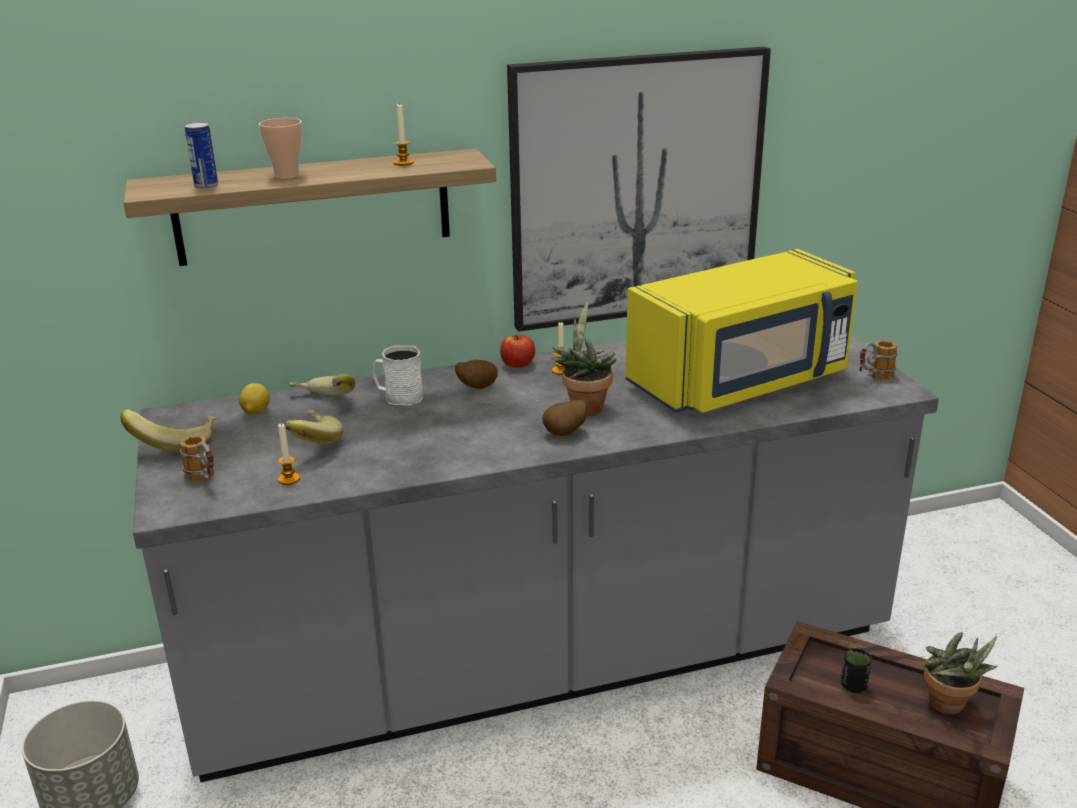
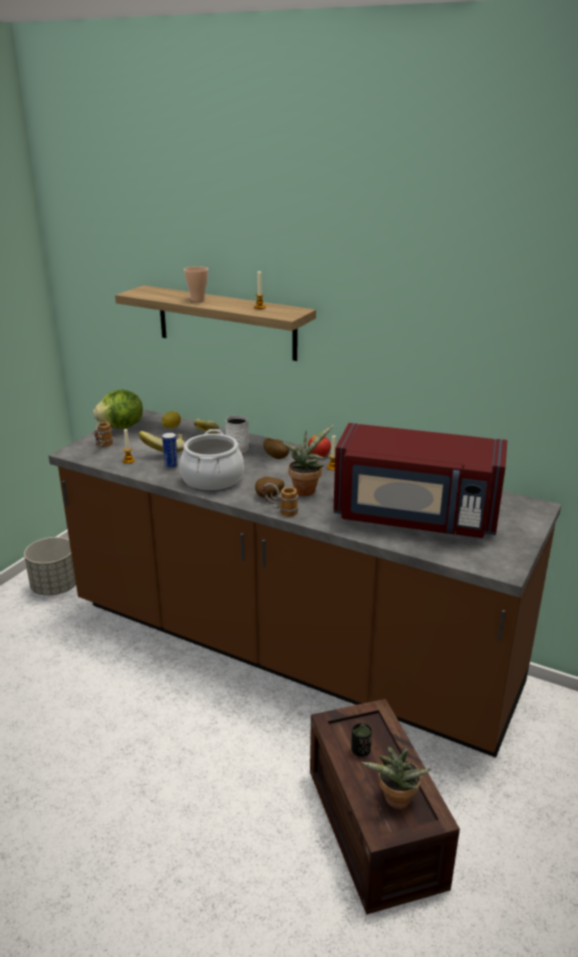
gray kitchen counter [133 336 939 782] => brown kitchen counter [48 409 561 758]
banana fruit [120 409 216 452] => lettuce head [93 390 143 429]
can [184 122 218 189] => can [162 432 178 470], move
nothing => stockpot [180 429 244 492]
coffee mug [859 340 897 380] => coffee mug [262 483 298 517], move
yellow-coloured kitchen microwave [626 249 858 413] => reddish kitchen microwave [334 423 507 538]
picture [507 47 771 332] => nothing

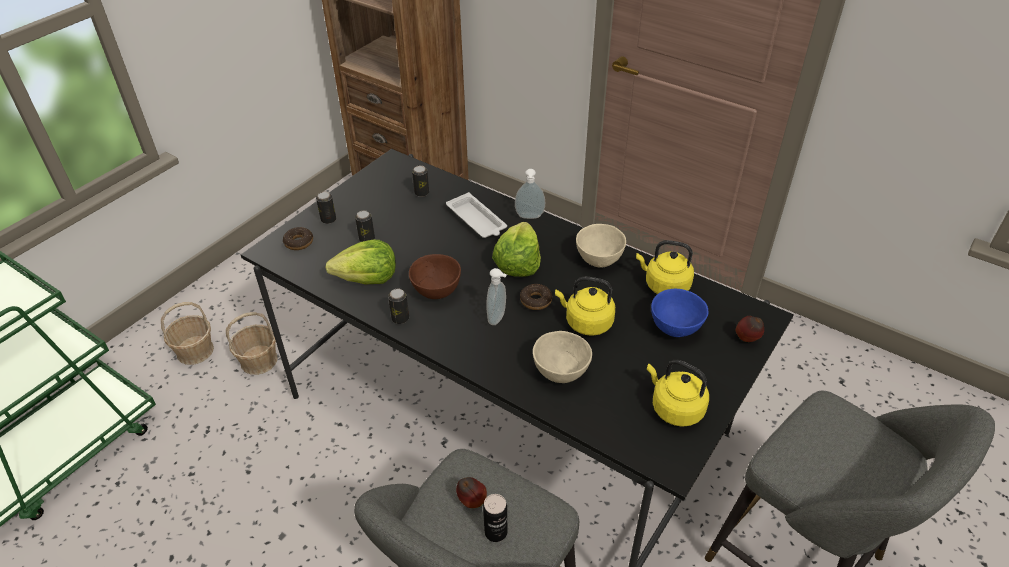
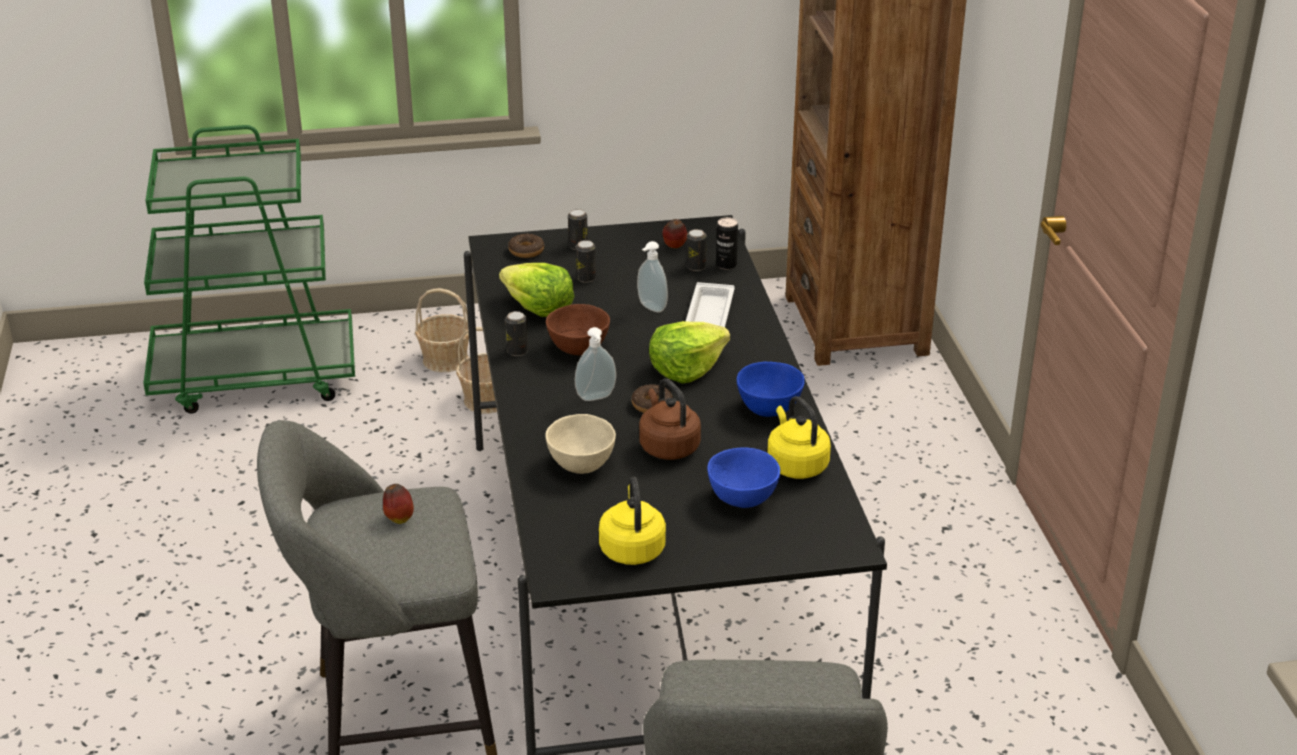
liquid soap bottle [515 169 545 219] => liquid soap bottle [637 241 668 313], move
yellow-coloured water kettle [555 276 615 336] => brown water kettle [639 379 701 460]
apple [735 316 764 342] => apple [662 219 687 248], move
can [483 494 507 542] => can [716 217 738 270], move
beige deep dish [576 224 626 268] => blue deep dish [737 362 805 417]

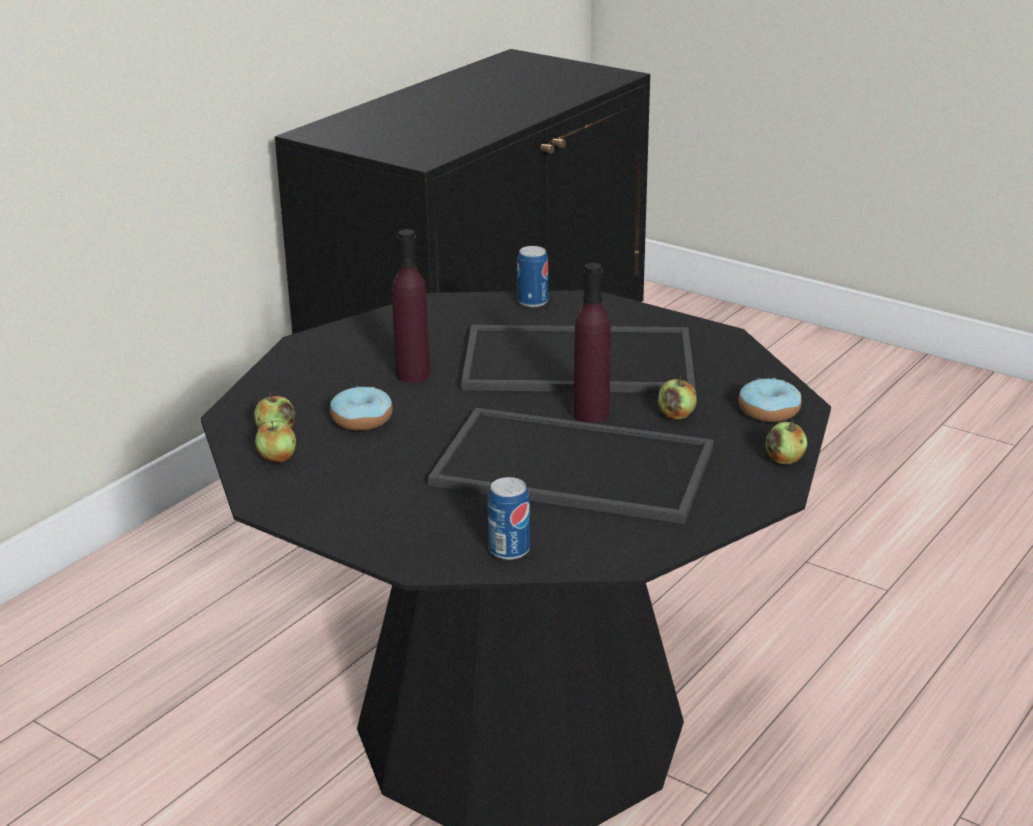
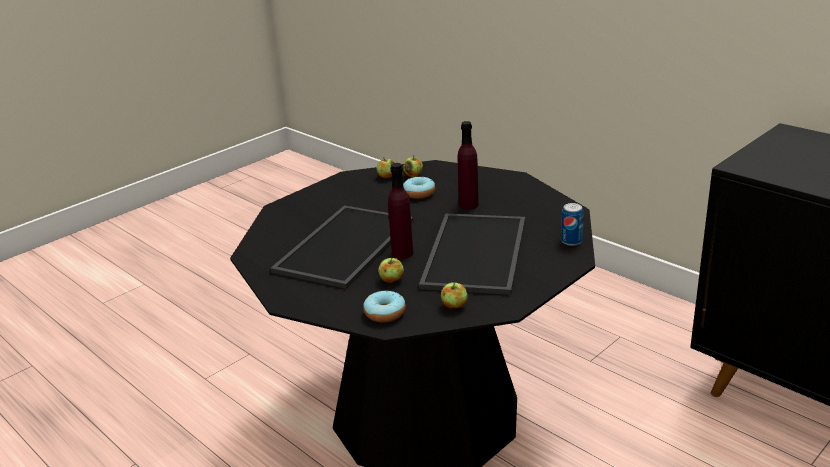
apple [766 420 807 465] => apple [441 282 468 309], move
can [488 477 530 560] => nothing

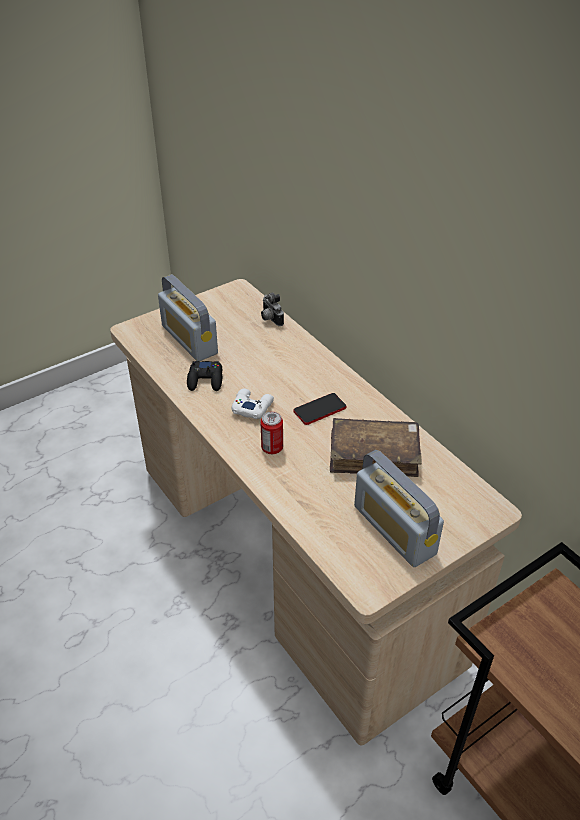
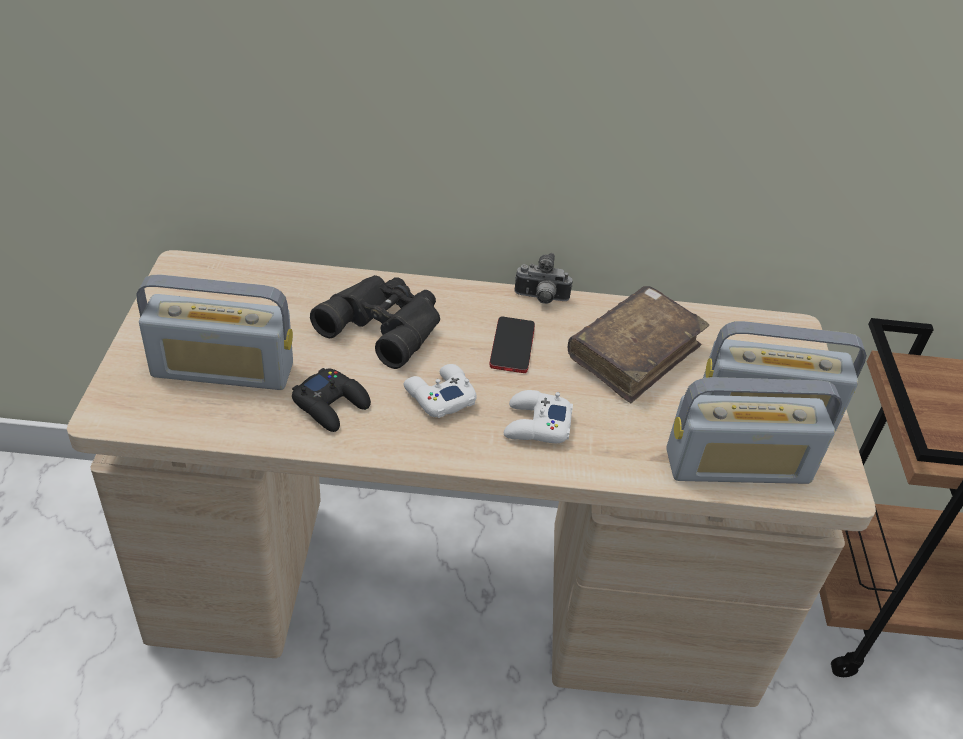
nothing => black pair of binoculars [310 275 440 369]
can [260 412 283 454] => white joypad [504 390 573 443]
photo camera [261 292 284 326] => photo camera [515 253 573 304], move
nothing => radio receiver [667 377 842 484]

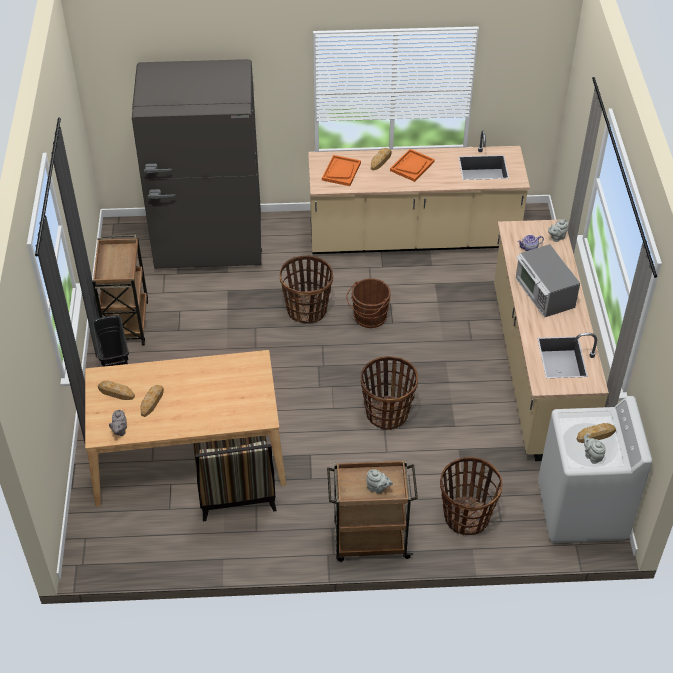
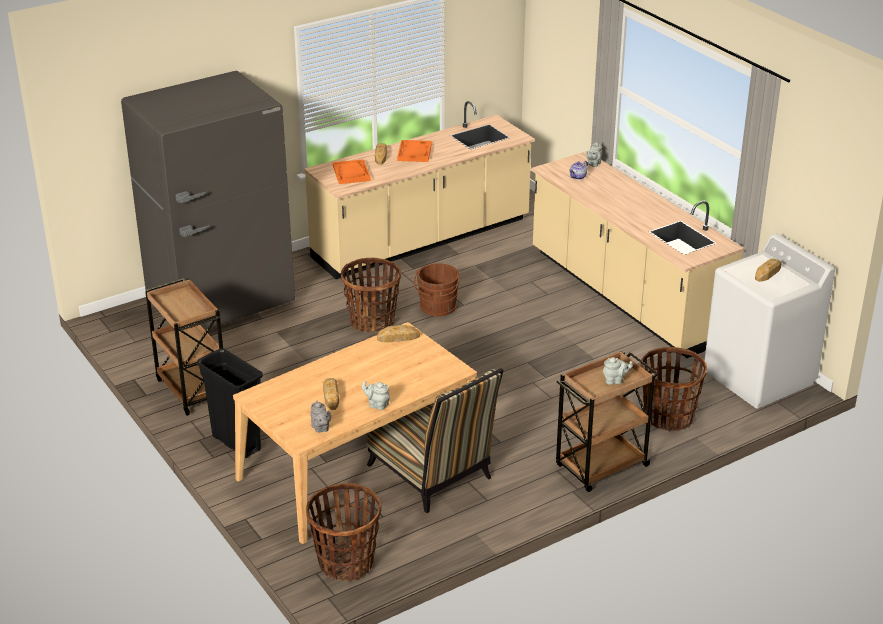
storage basket [361 356 418 430] => storage basket [306 483 381 581], move
gray tea pot [584 433 606 464] => gray tea pot [361 381 390 410], move
bakery bread [98 381 135 400] => bakery bread [377 325 420 343], move
kitchen microwave [516 244 580 318] => nothing

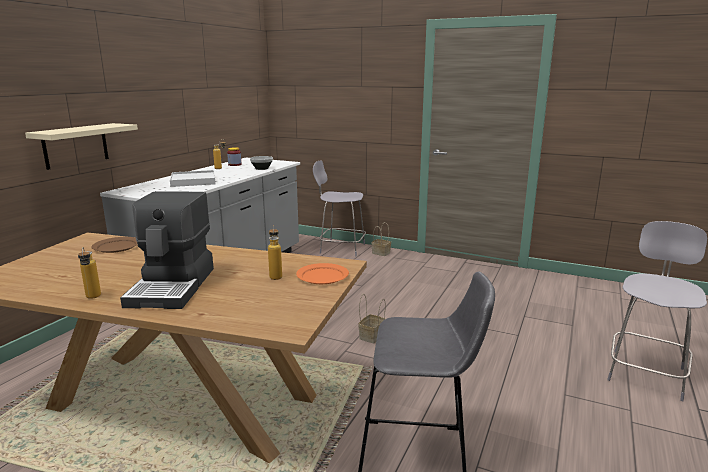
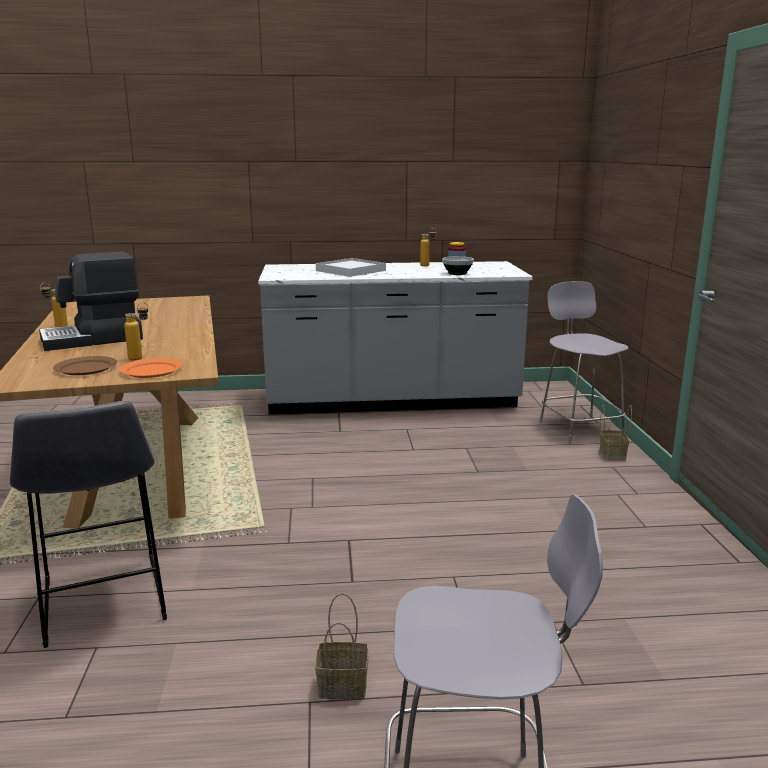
brown plate [91 237 138 253] => brown plate [53 356 117 375], move
storage basket [358 294 386 343] => storage basket [316 593 368 699], move
beige shelf [25 123 138 170] => nothing

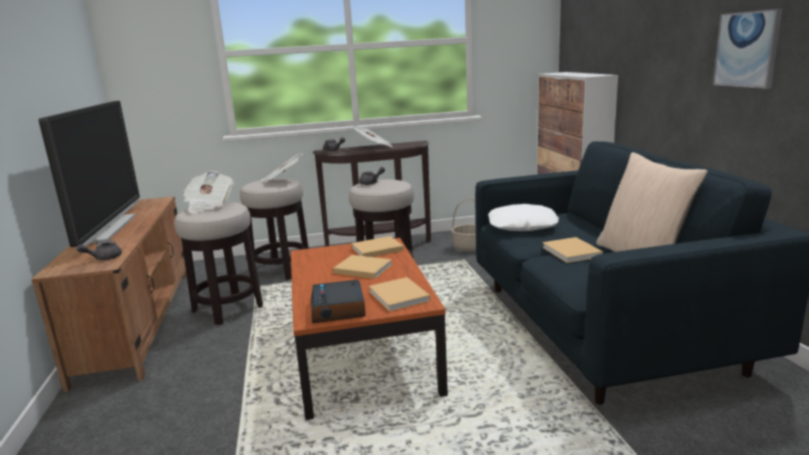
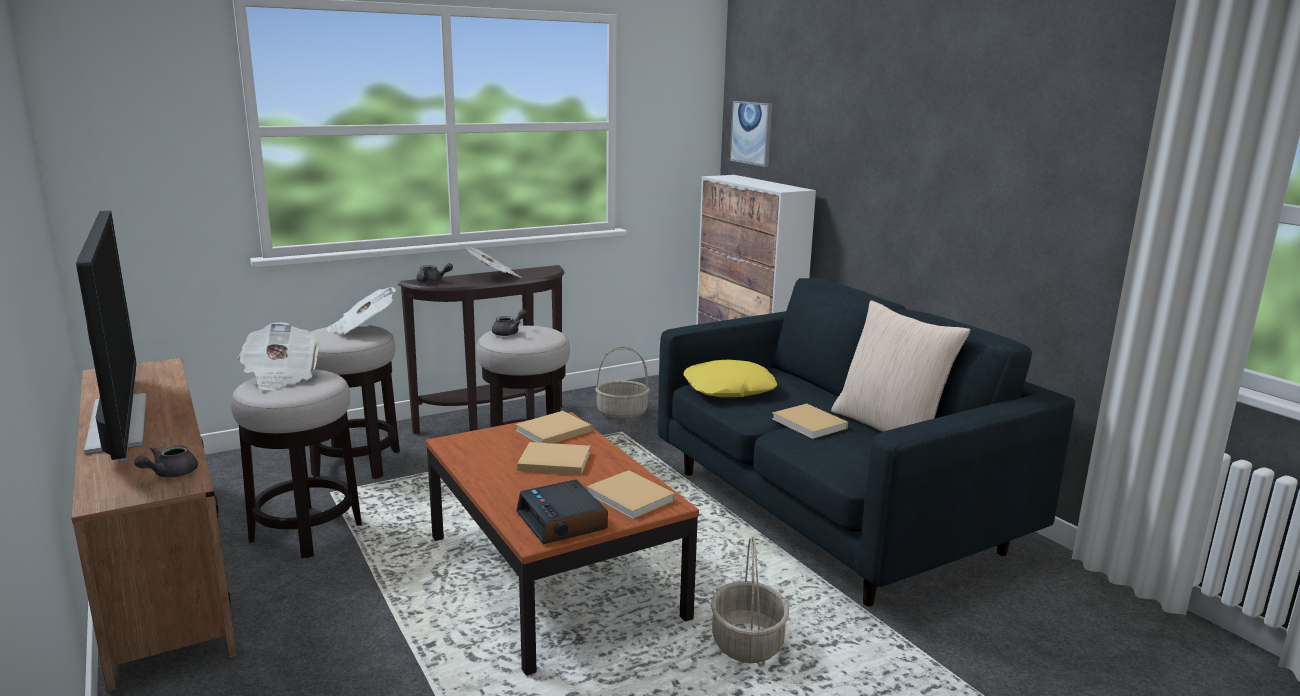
white throw pillow [488 204 559 231] => yellow-coloured throw pillow [683 359 777 397]
nothing => storage basket [711 536 789 663]
picture [713 9 782 89] => picture [730 101 772 167], move

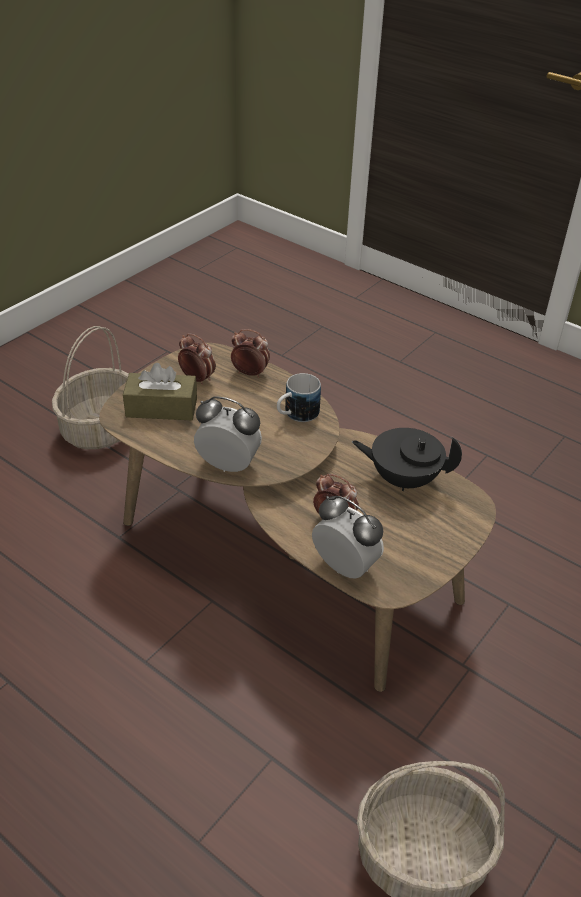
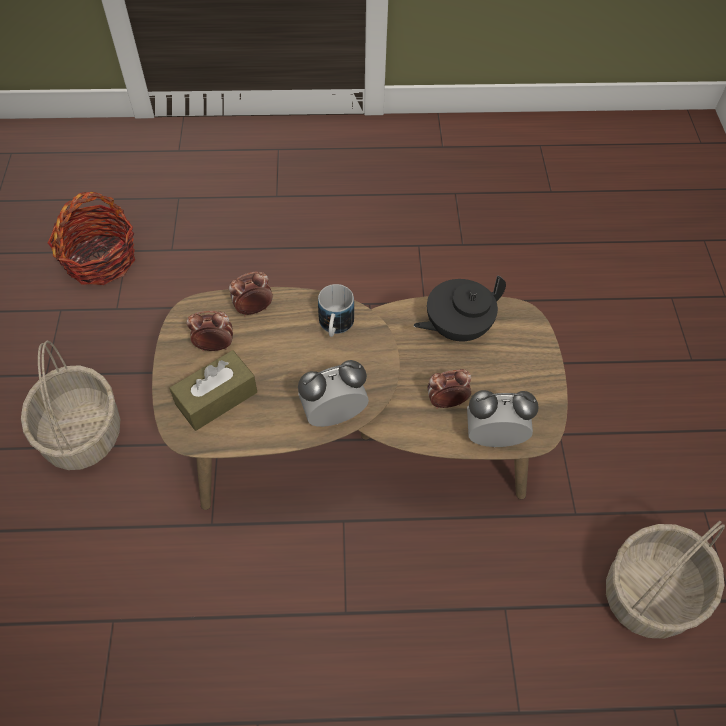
nothing => storage basket [47 192 135 285]

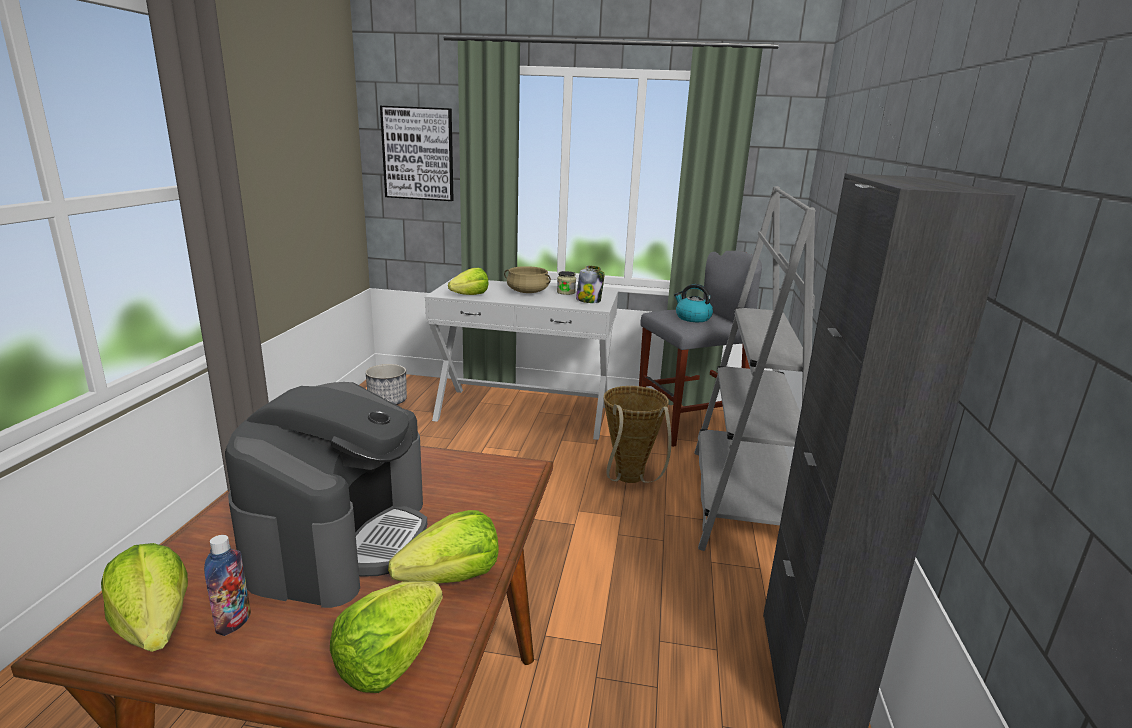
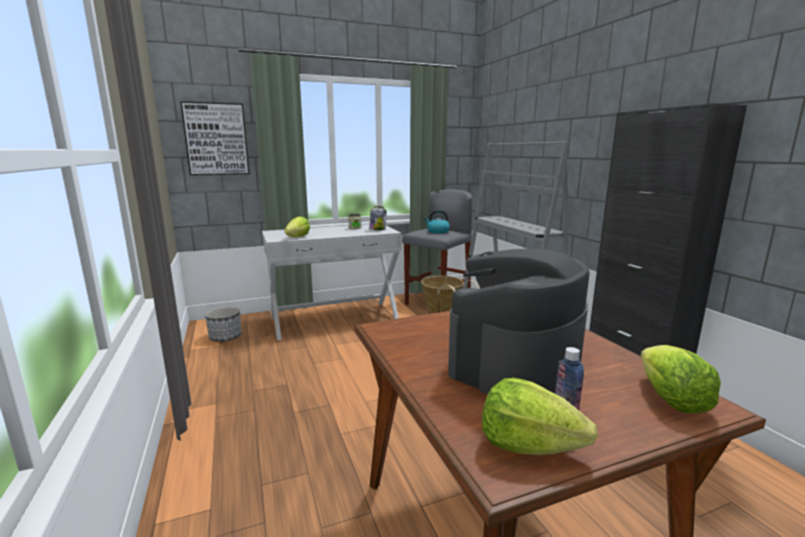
coffee machine [225 382 427 608] => coffee machine [448 249 590 394], 120 degrees counterclockwise
lettuce head [388 510 499 584] => nothing
beige stockpot [504 266 551 293] => nothing

